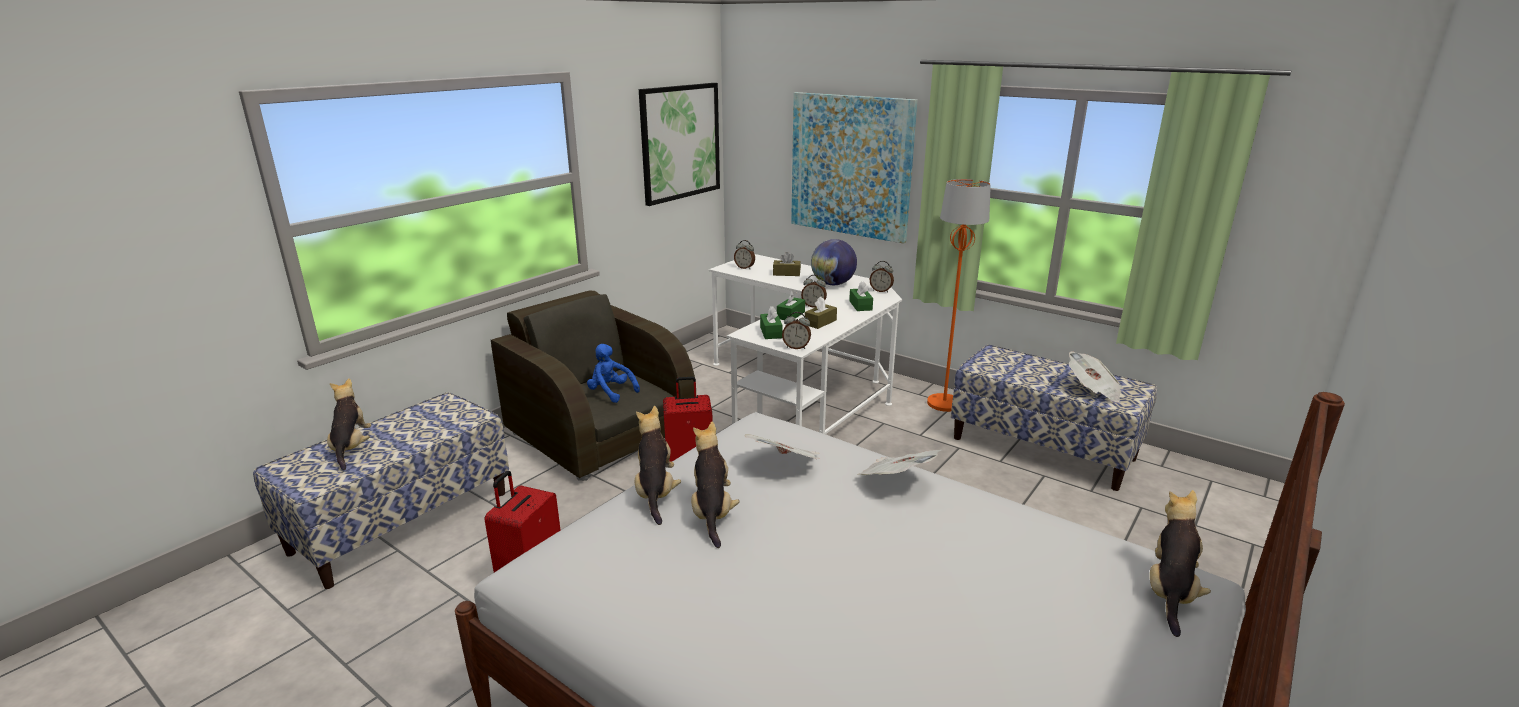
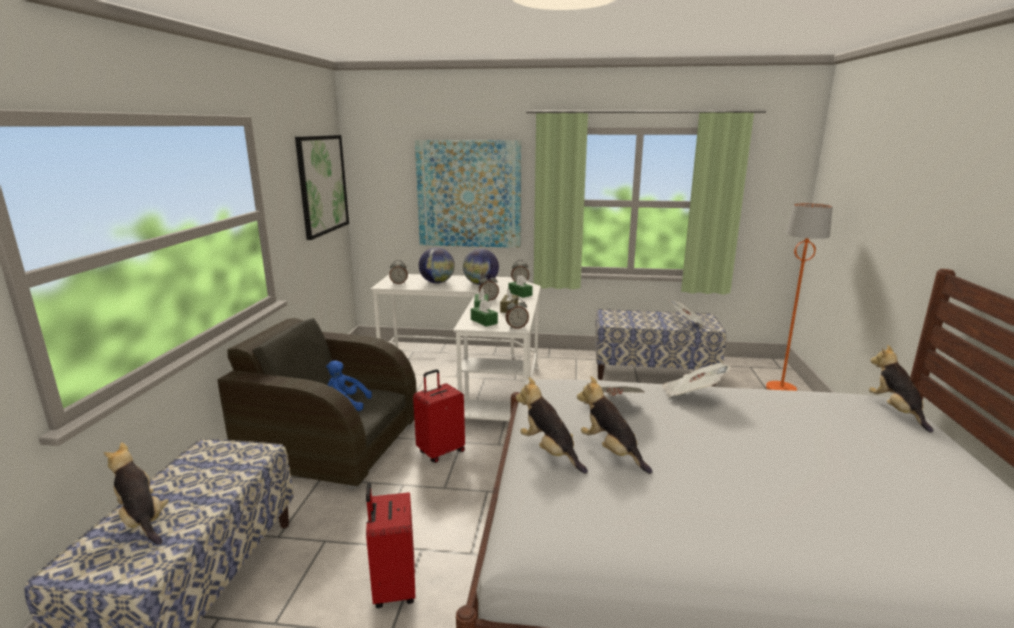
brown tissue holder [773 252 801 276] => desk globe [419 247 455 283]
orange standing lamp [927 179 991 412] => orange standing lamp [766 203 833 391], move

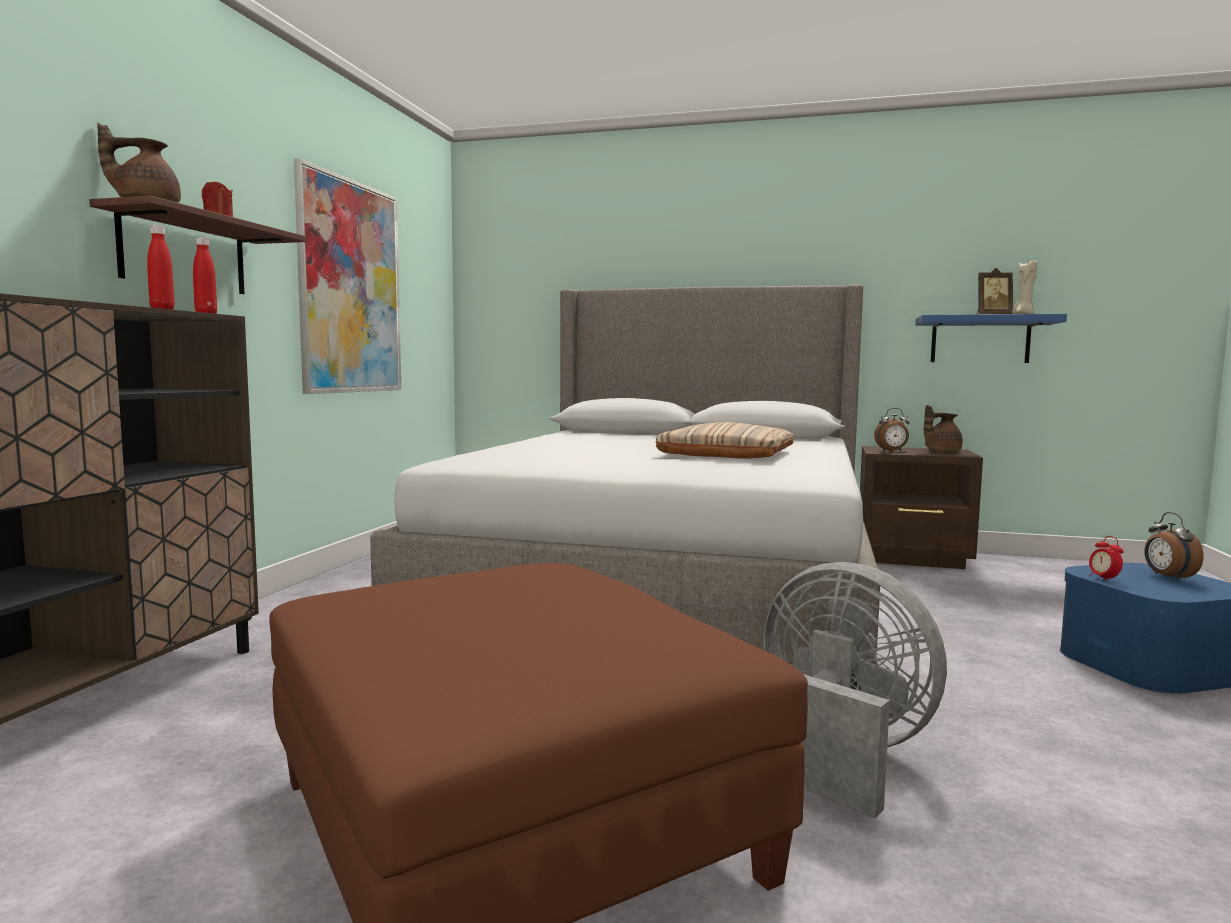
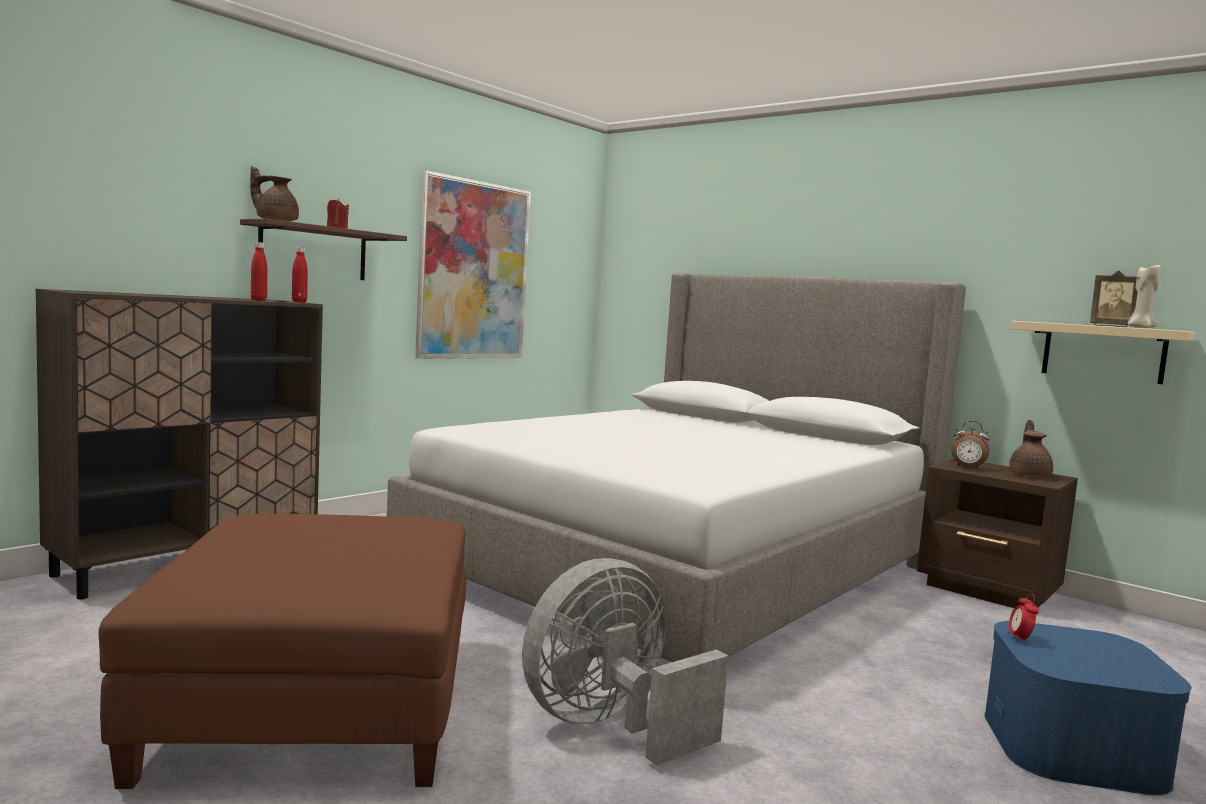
gray fan [764 562 947 818] => gray fan [522 558 728 766], 105 degrees counterclockwise
brown tea pot [924 405 963 452] => brown tea pot [1009 420 1053 477], 105 degrees clockwise
blue shelf [915 314 1067 363] => beige shelf [1011 321 1195 384]
beige throw pillow [655 422 794 459] => nothing
table clock [1144 512 1204 581] => nothing

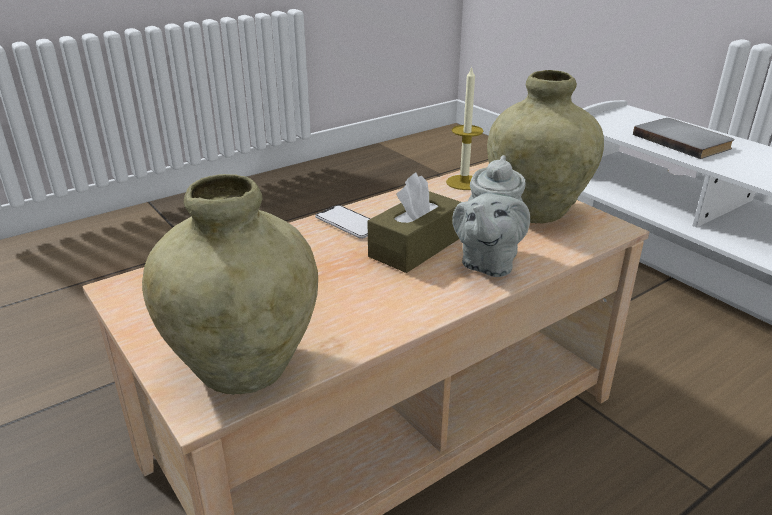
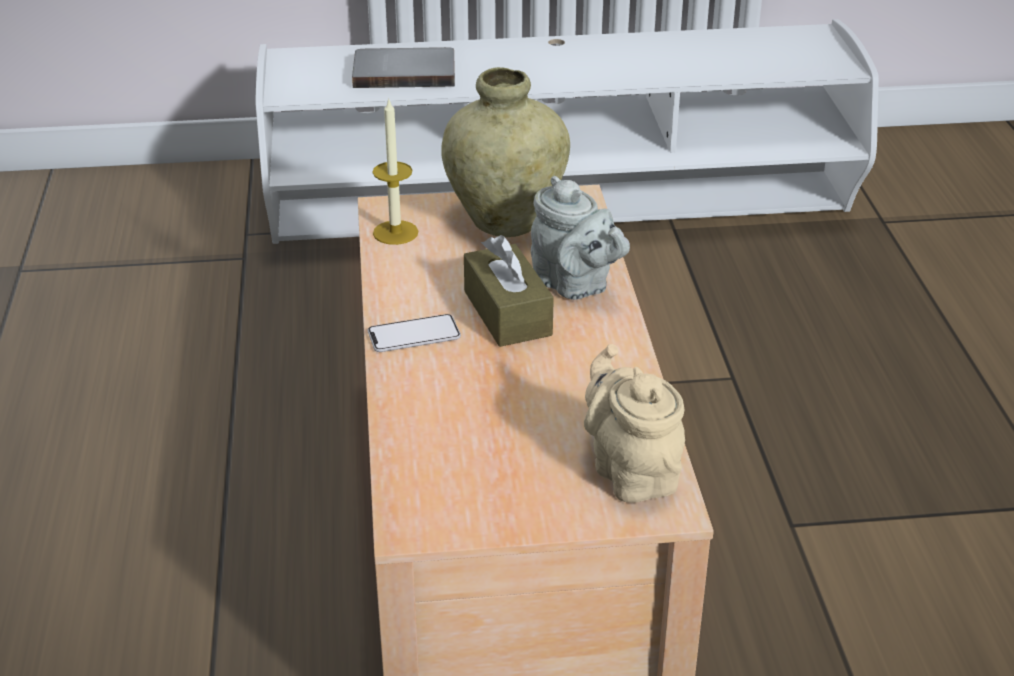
beige flower vase [142 174 318 395] => beige tea pot [584 344 685 503]

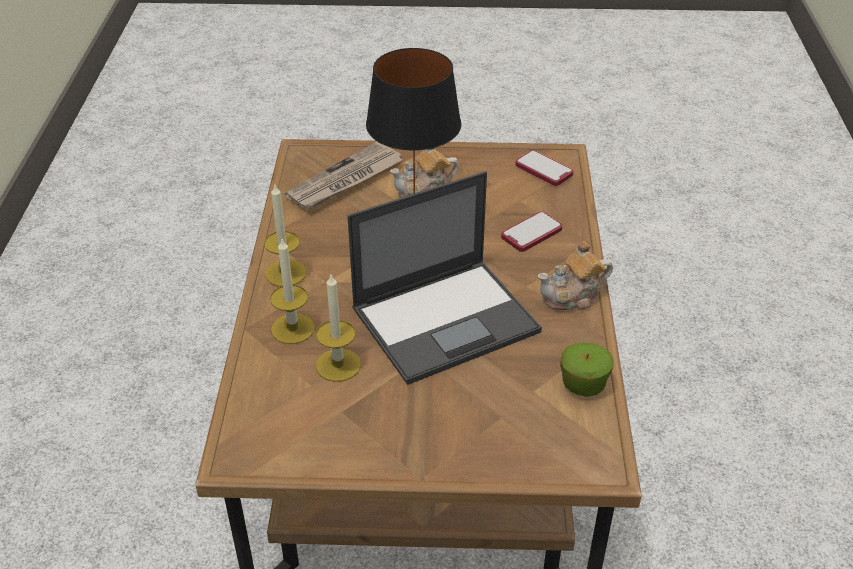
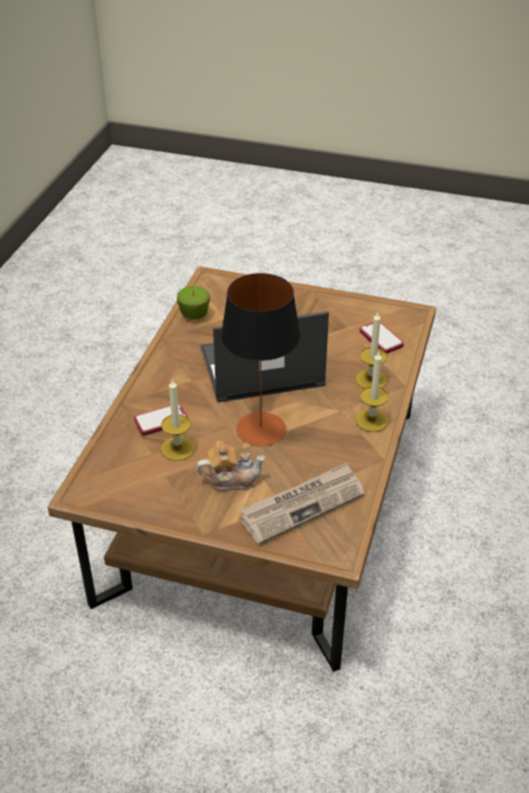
candle [316 275 361 382] => candle [161 379 195 461], move
telephone [515 150 573 186] => telephone [359 322 404 354], move
tea pot [537 241 613 310] => nothing

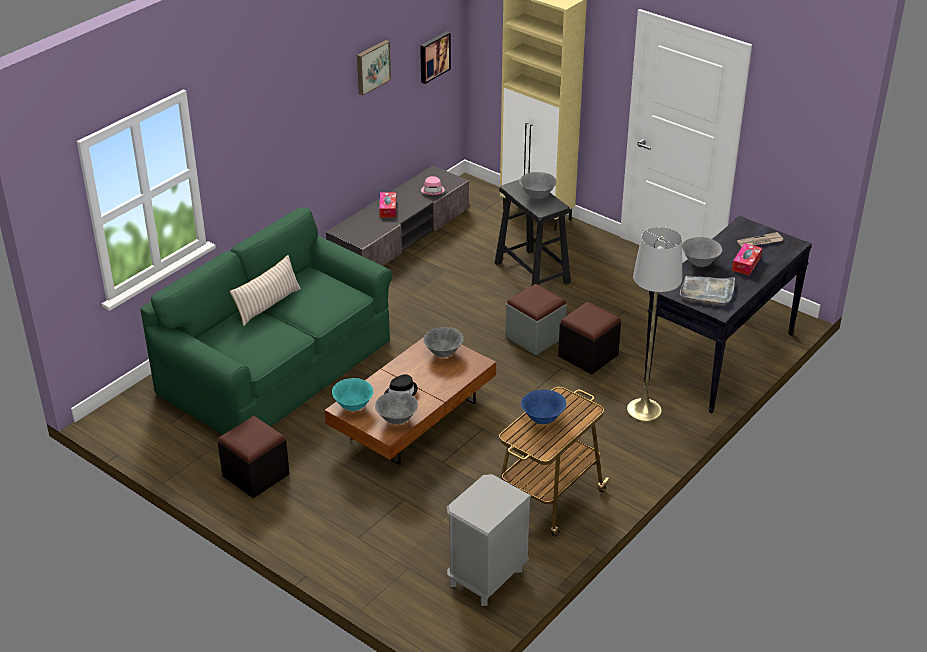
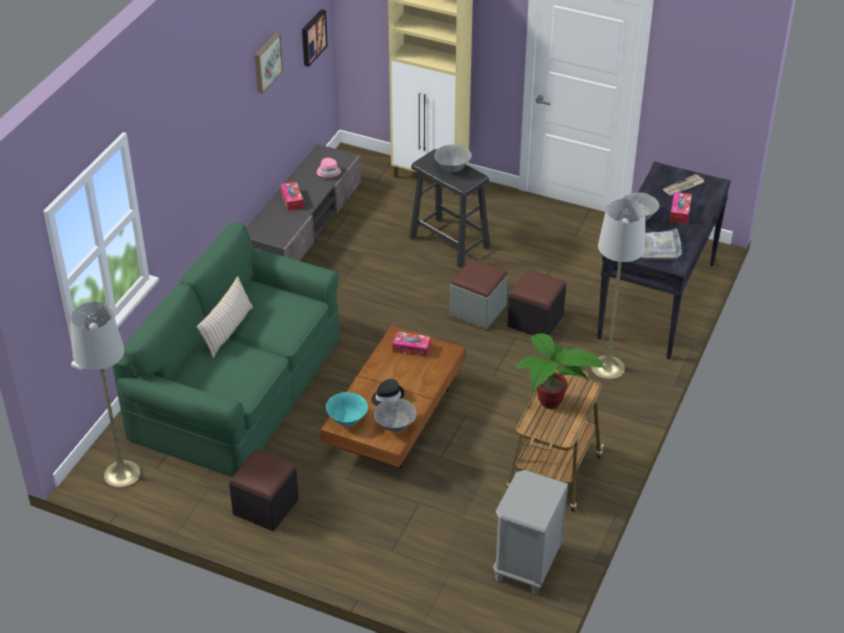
nothing => gray standing lamp [70 302 141 489]
gray deep dish [423 327 464 358] => tissue holder [393 331 431 357]
blue deep dish [521 389 566 424] => houseplant [515 333 606 409]

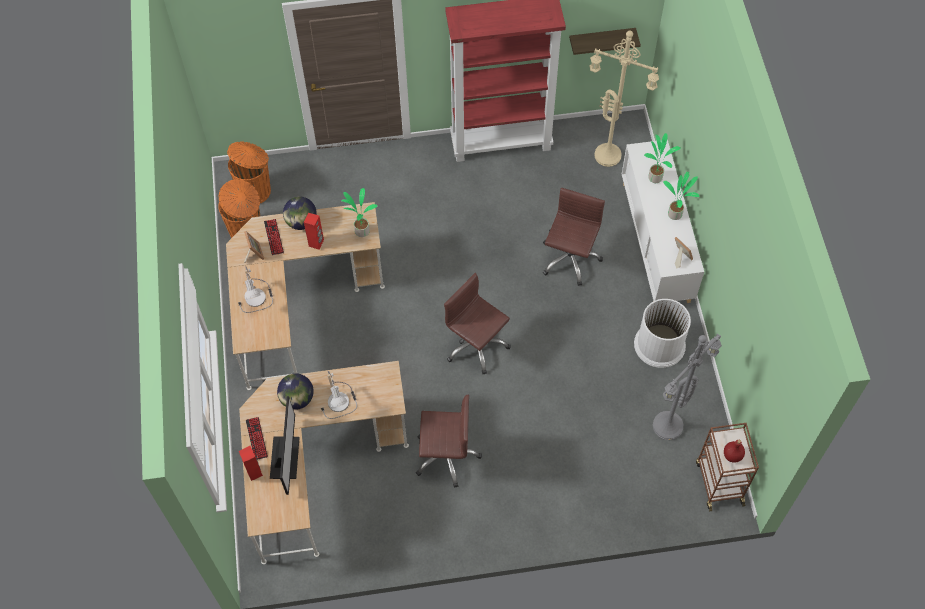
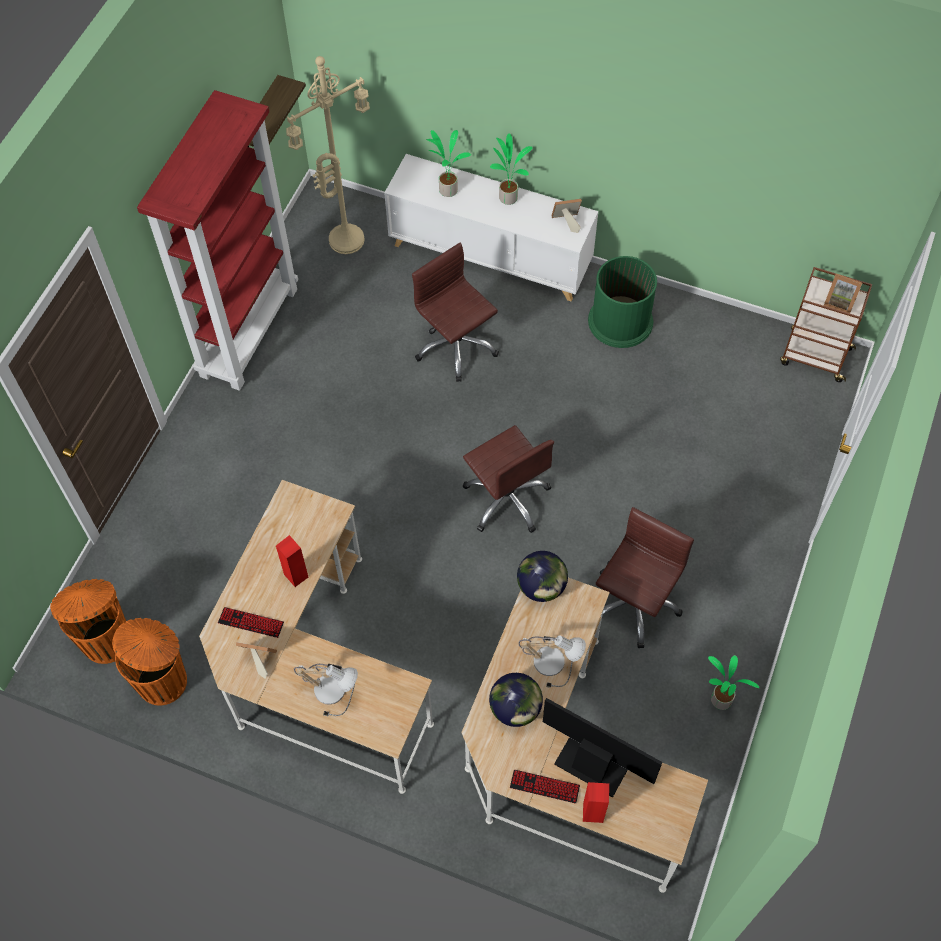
brown computer chair [444 273 510 374] => brown computer chair [463 425 554 533], 105 degrees counterclockwise
desk globe [283 197 317 230] => desk globe [517 551 568 602], move
white rubbish bin [634 299 691 368] => green rubbish bin [588 256 657 348]
houseplant [341 188 378 237] => houseplant [708 655 759 710], move
reddish drink bottle [724 440 745 463] => standing frame [824 273 862 314]
gray standing lamp [653 334 722 440] => nothing

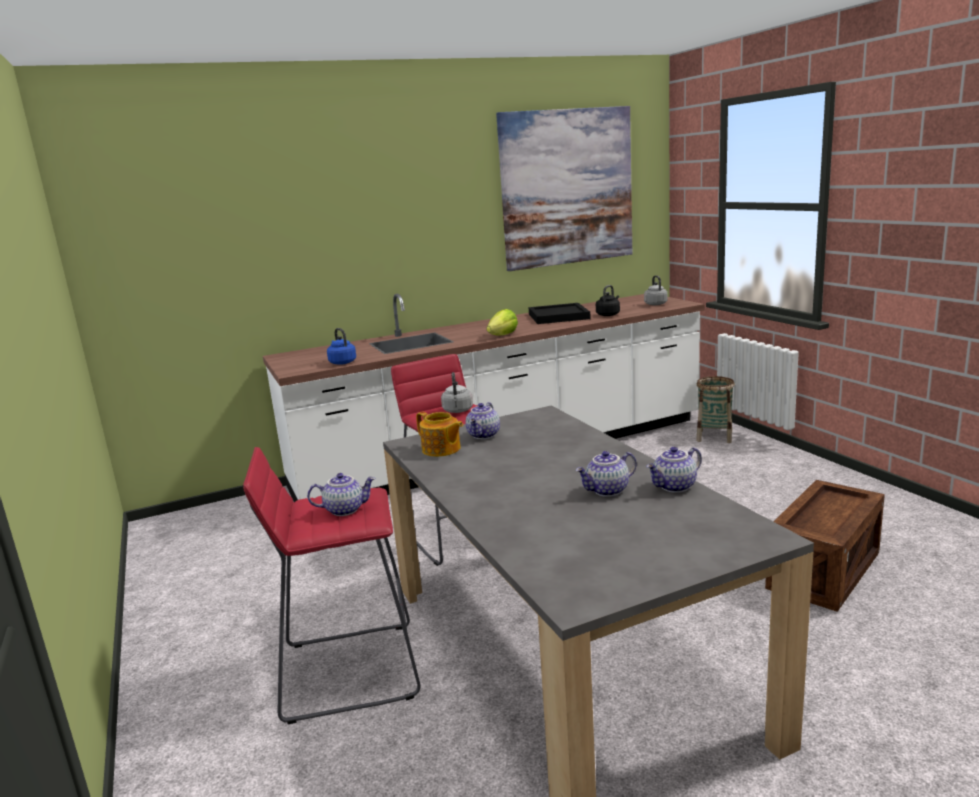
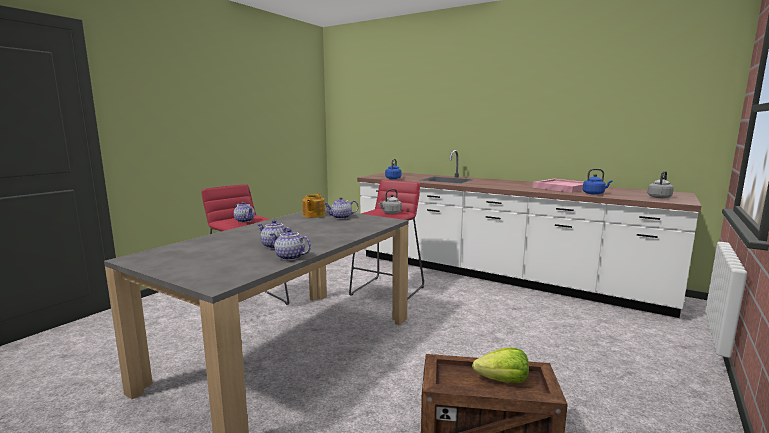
lettuce head [487 309 518 335] => lettuce head [472 348 529 383], move
black carrying tray [528 303 591 324] => pink carrying tray [532 179 584 193]
black water kettle [596 285 620 316] => blue water kettle [583 169 612 195]
picture [496 106 632 271] => nothing
storage basket [696 376 735 443] => nothing

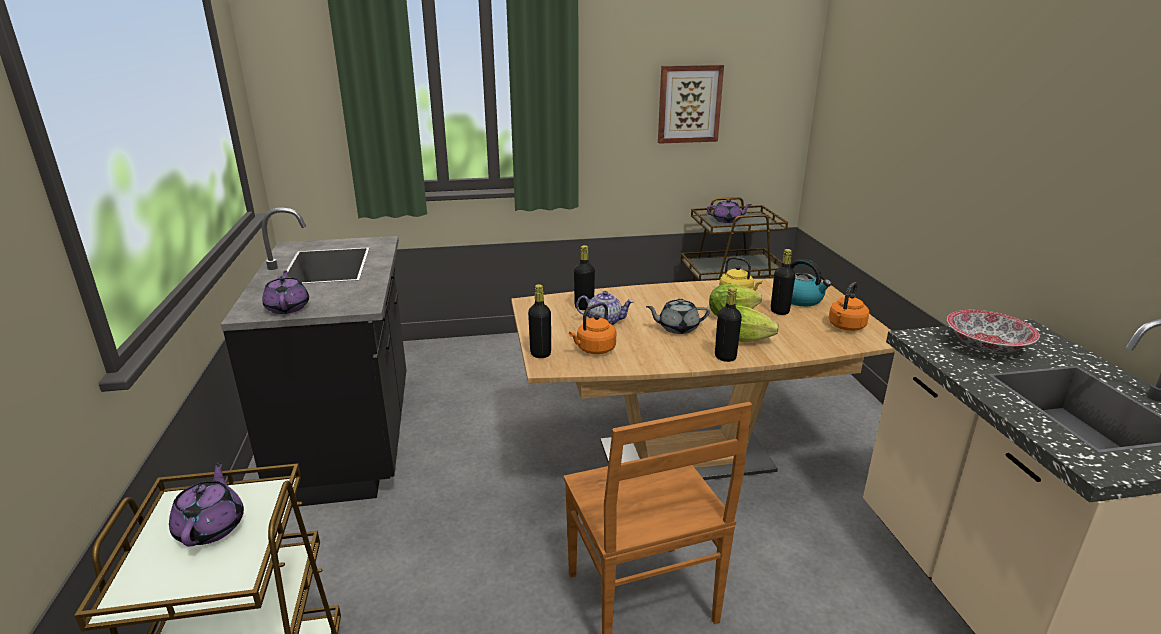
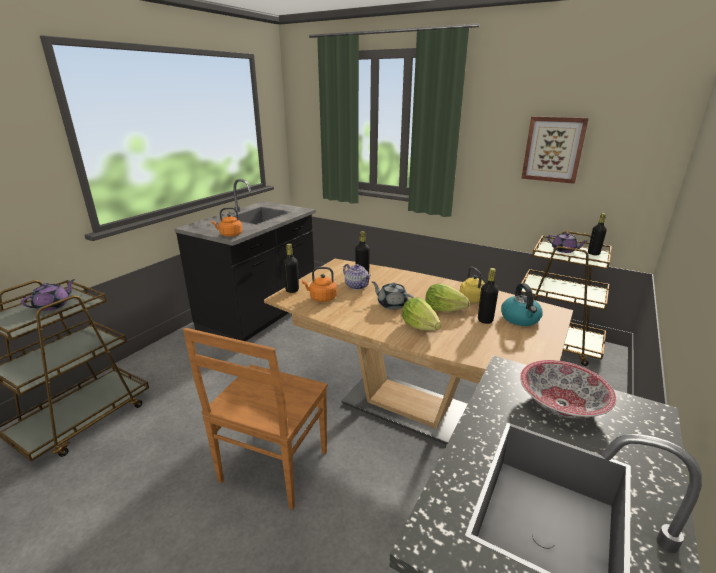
orange water kettle [829 282 869 331] => orange water kettle [211 207 242 237], move
black drink bottle [715 287 742 362] => black drink bottle [588 213 607 255], move
purplish tea pot [262 271 309 314] => nothing

